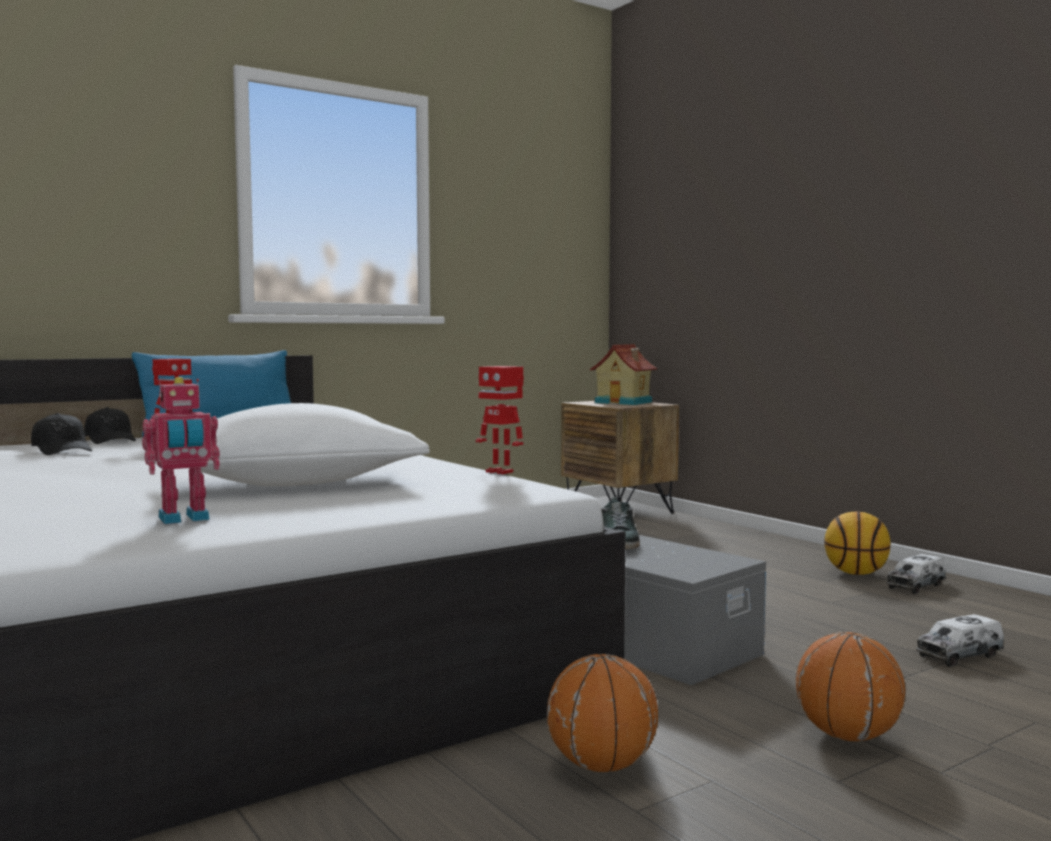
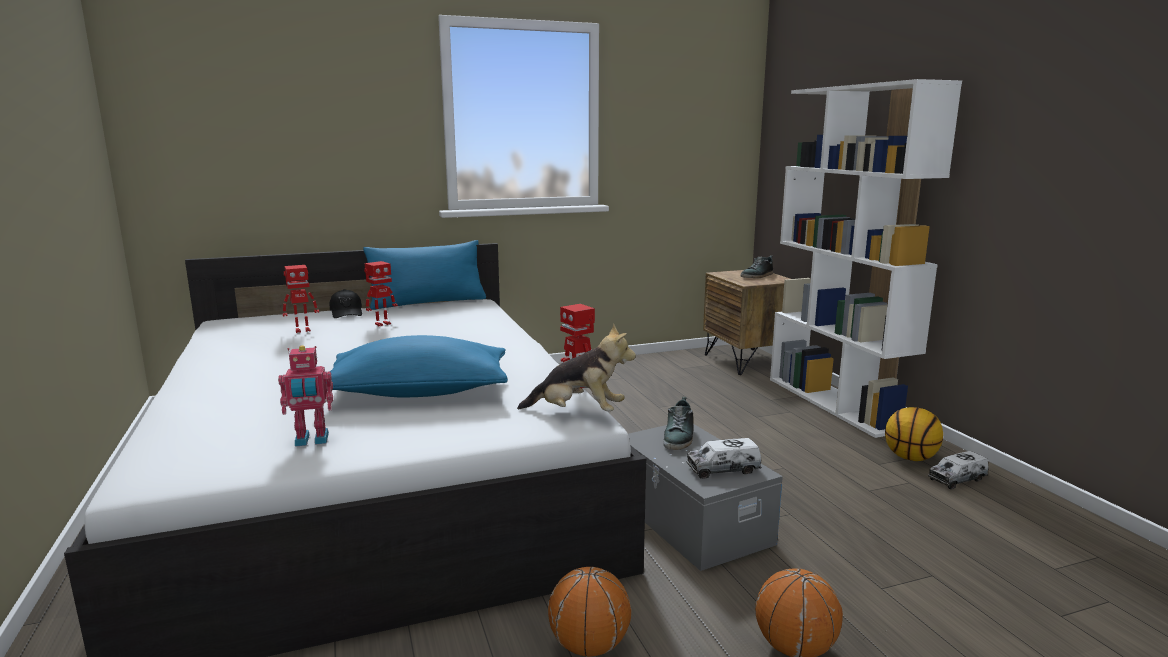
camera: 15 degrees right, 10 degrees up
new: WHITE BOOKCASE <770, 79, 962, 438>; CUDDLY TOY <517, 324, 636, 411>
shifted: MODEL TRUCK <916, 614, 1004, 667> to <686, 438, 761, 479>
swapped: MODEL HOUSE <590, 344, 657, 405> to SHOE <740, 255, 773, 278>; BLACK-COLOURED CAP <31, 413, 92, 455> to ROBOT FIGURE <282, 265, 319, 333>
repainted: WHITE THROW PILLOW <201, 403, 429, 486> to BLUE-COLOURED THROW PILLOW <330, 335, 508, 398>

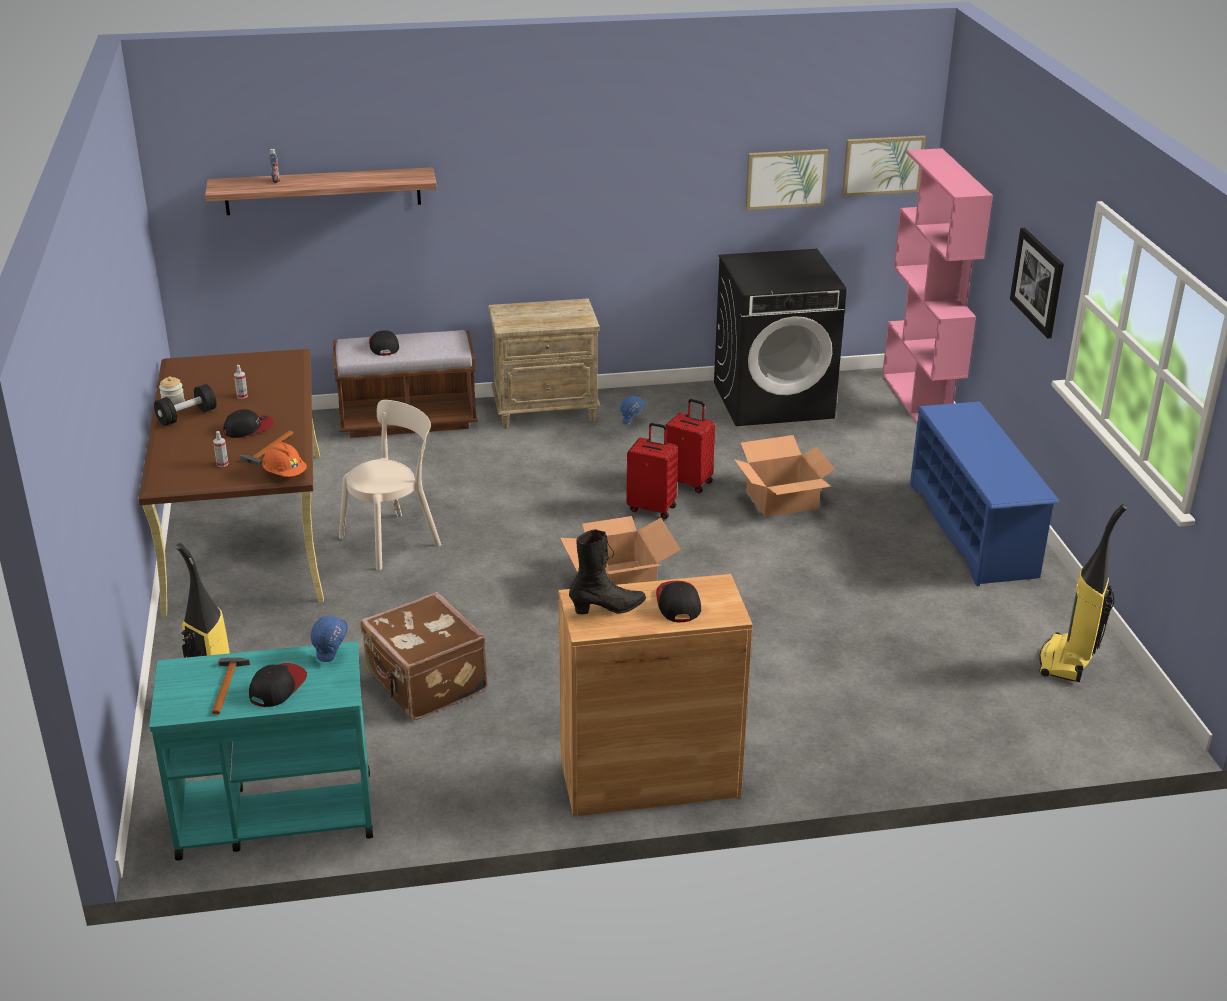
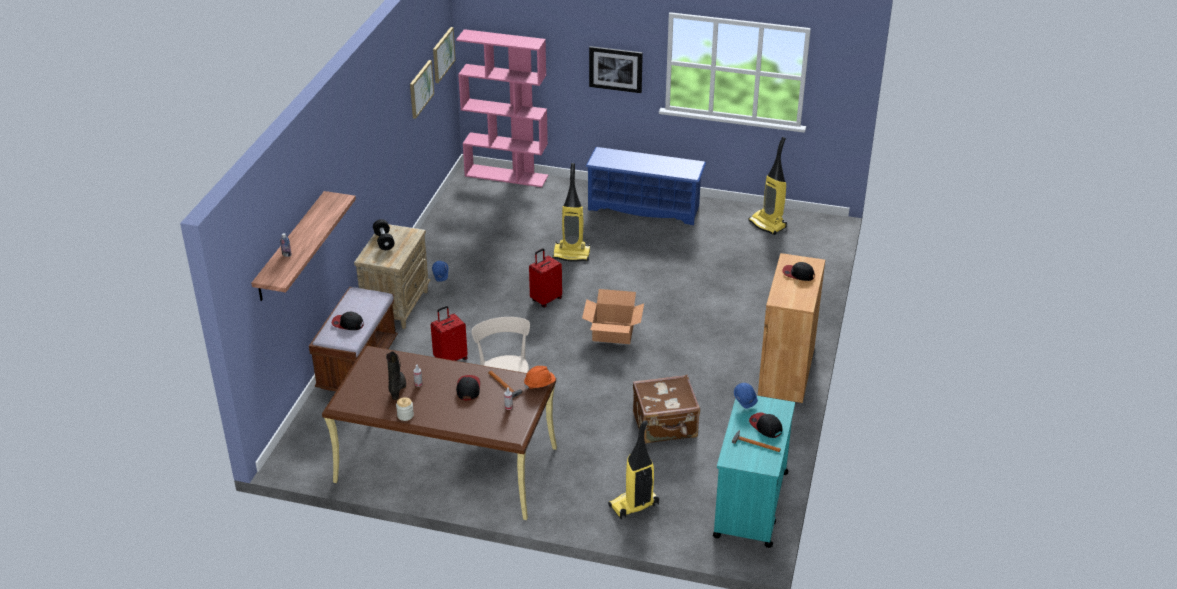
camera: 65 degrees left, 5 degrees up
gone: BLACK-COLOURED LAUNDRY MACHINE <714, 249, 847, 426>
shifted: BLACK-COLOURED HAND WEIGHT <154, 384, 216, 426> to <373, 219, 394, 250>; RED SUITCASE <665, 399, 715, 493> to <431, 306, 468, 361>; BLACK-COLOURED HIGH-TOP BOOT <569, 529, 646, 614> to <386, 351, 406, 400>
swapped: CARTON <734, 435, 836, 517> to VACUUM <552, 163, 590, 262>

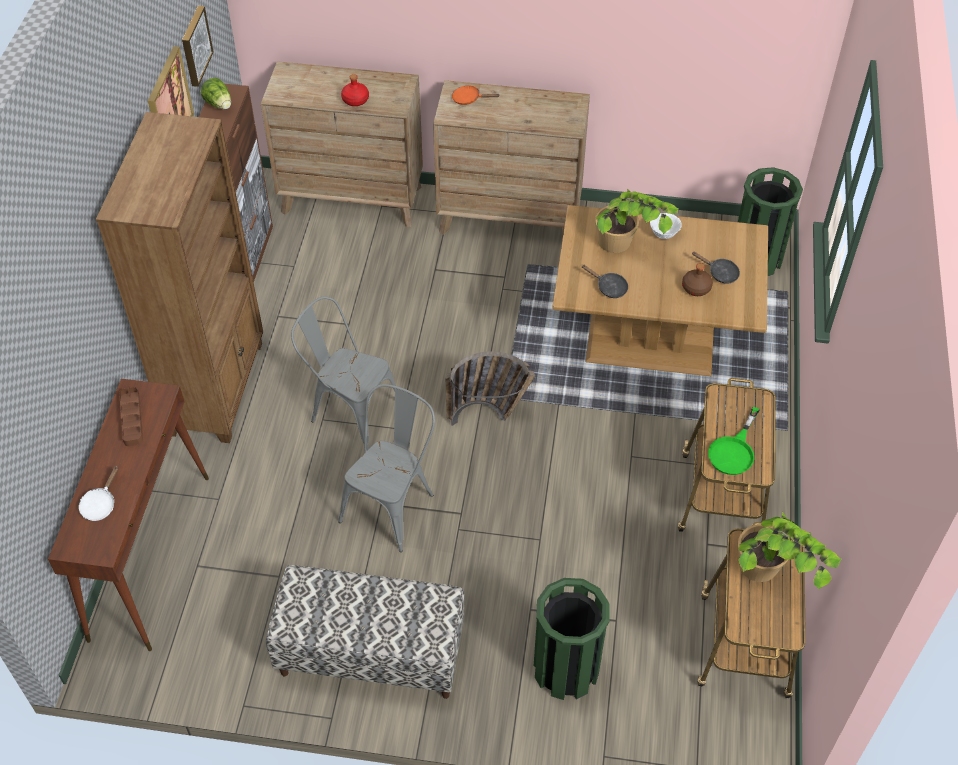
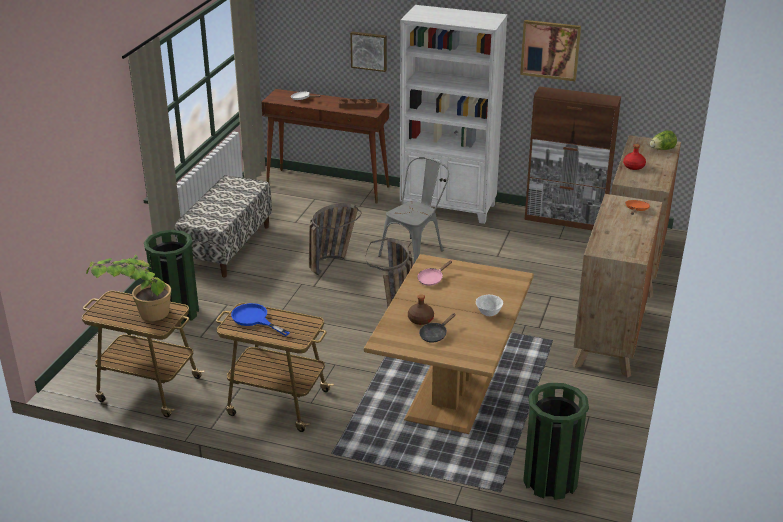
camera: 100 degrees right, 20 degrees down
gone: PLANT IN A POT <595, 188, 679, 253>
shifted: PICTURE <182, 6, 213, 87> to <350, 32, 387, 72>; HEAD OF LETTUCE <201, 78, 231, 110> to <650, 130, 677, 150>
swapped: GREY UPRIGHT CHAIR <338, 384, 435, 552> to BASKET <309, 203, 361, 275>
repainted: BROWN-COLOURED BOOKCASE <96, 112, 263, 443> to WHITE BOOKCASE <400, 5, 508, 224>; BLACK-COLOURED FRYING PAN <581, 265, 628, 298> to PINKISH FRYING PAN <417, 260, 452, 286>; GREENISH FRYING PAN <708, 407, 760, 475> to BLUE-COLOURED FRYING PAN <231, 303, 290, 336>

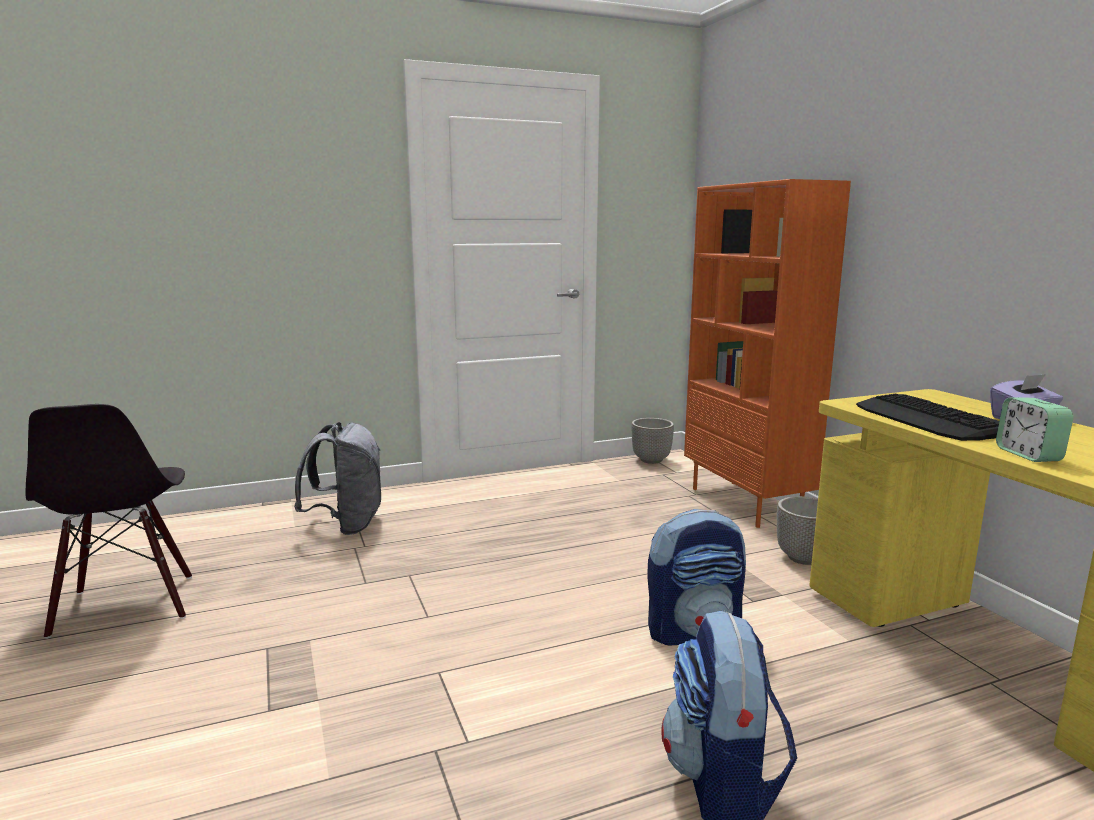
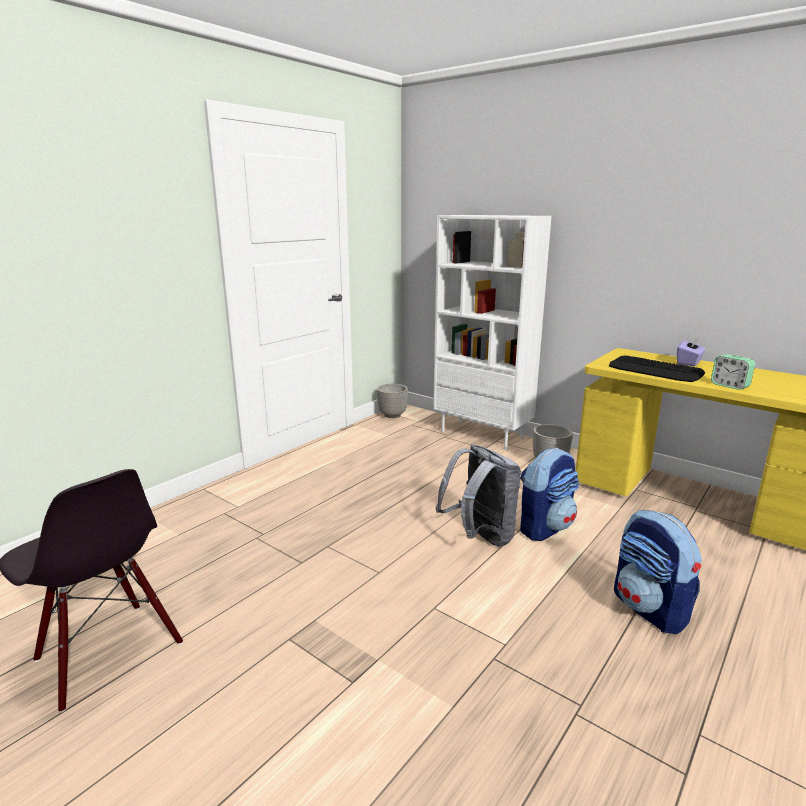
camera: 30 degrees left, 5 degrees up
shifted: GREY BACKPACK <294, 422, 381, 535> to <436, 444, 521, 547>
repainted: ORANGEY BOOKCASE <684, 179, 851, 528> to WHITE BOOKCASE <433, 215, 552, 450>

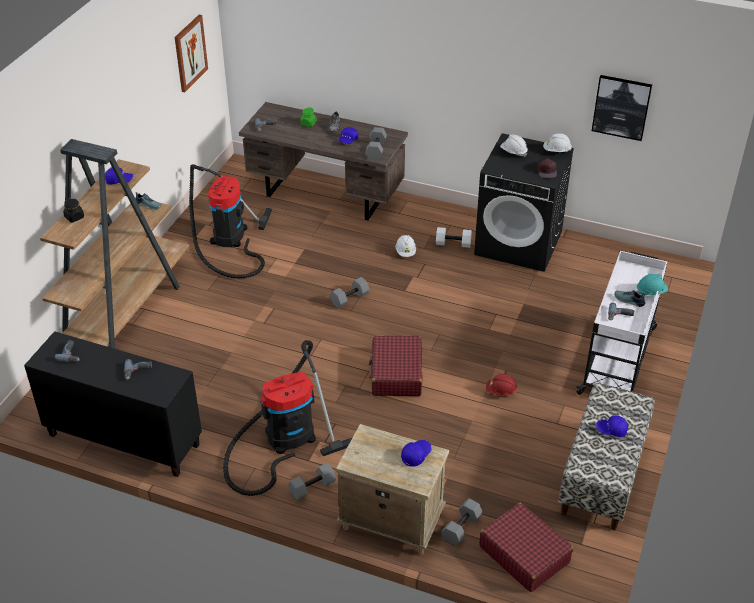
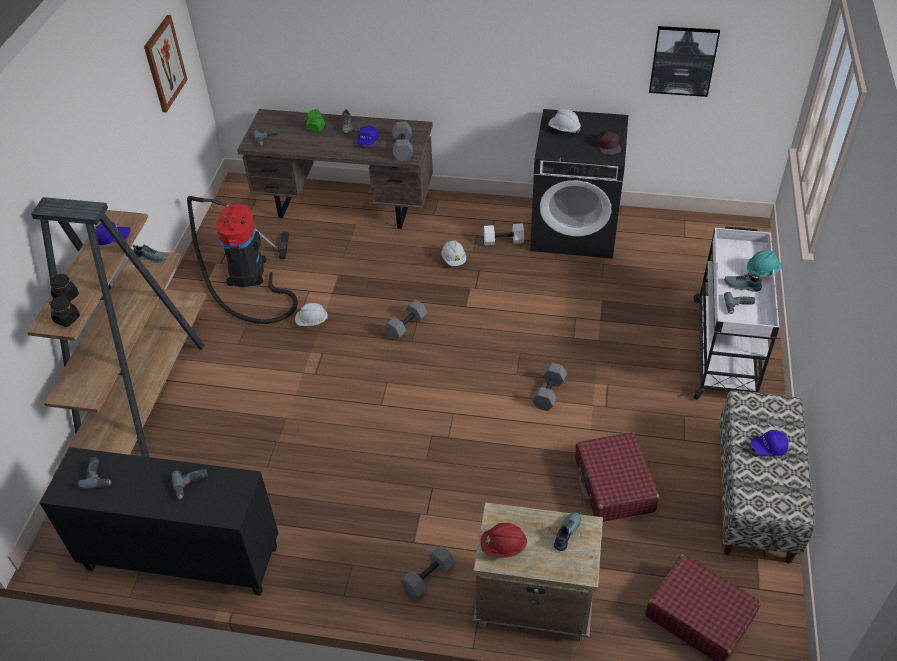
camera: 10 degrees left, 5 degrees up
gone: VACUUM <223, 340, 353, 496>
new: BLACK-COLOURED PRESERVE JAR <49, 296, 80, 327>
shifted: WHITE SAFETY HELMET <543, 133, 572, 152> to <295, 303, 328, 326>; RED SUITCASE <369, 336, 422, 396> to <575, 432, 659, 522>; RED SAFETY HELMET <486, 374, 517, 396> to <481, 523, 527, 557>; GREY HAND WEIGHT <441, 499, 483, 546> to <532, 363, 567, 411>
swapped: BLUE-COLOURED CAP <401, 440, 431, 467> to SHOE <554, 512, 581, 551>

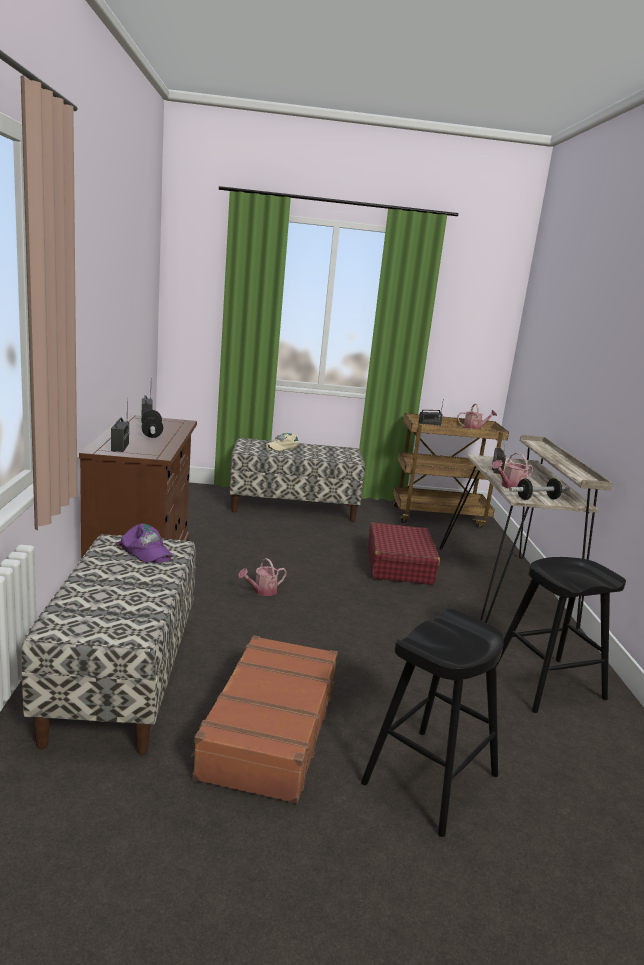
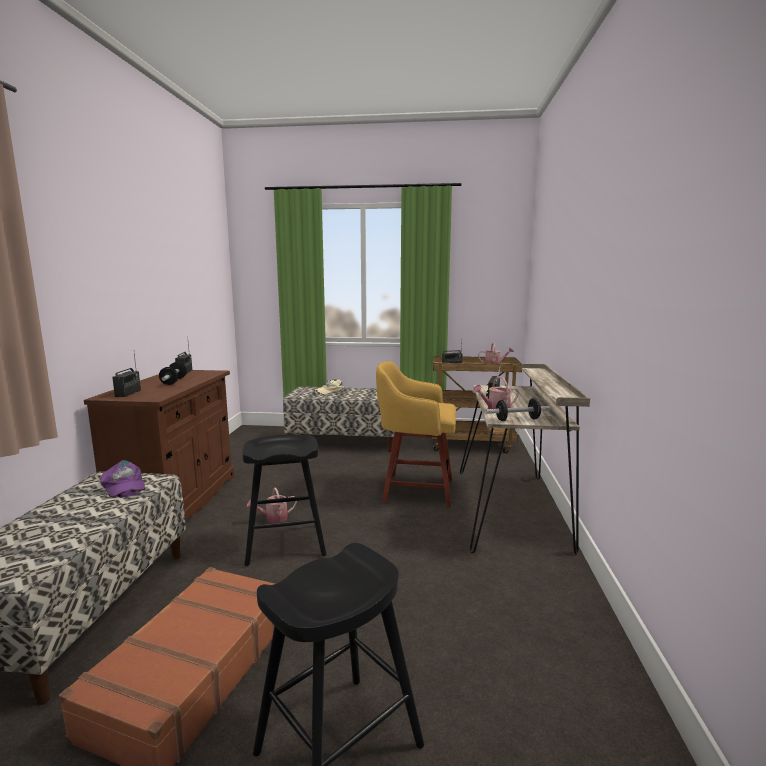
camera: 10 degrees right, 5 degrees down
shifted: BLACK-COLOURED STOOL SEAT <496, 557, 626, 713> to <242, 435, 327, 566>
swapped: RED SUITCASE <368, 523, 440, 585> to YELLOW-COLOURED STOOL SEAT <376, 361, 456, 508>

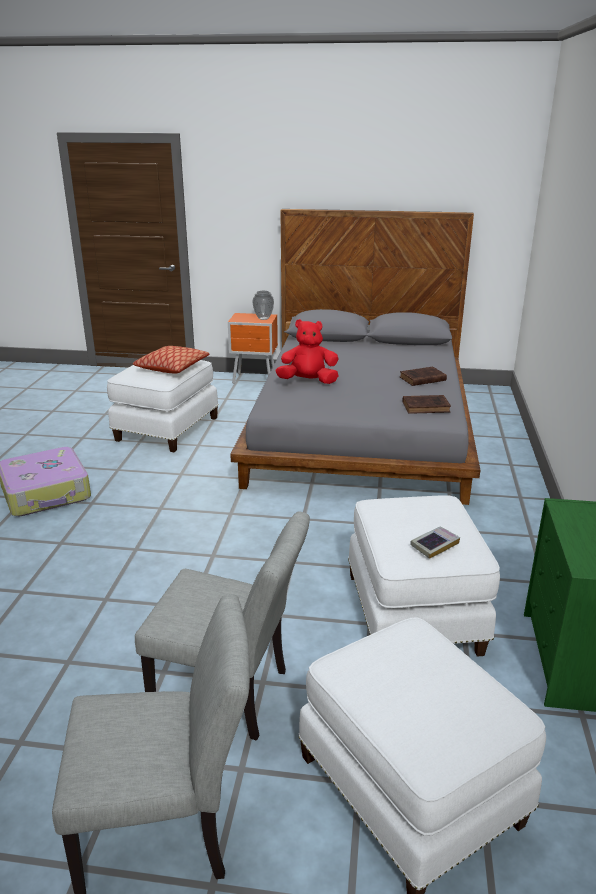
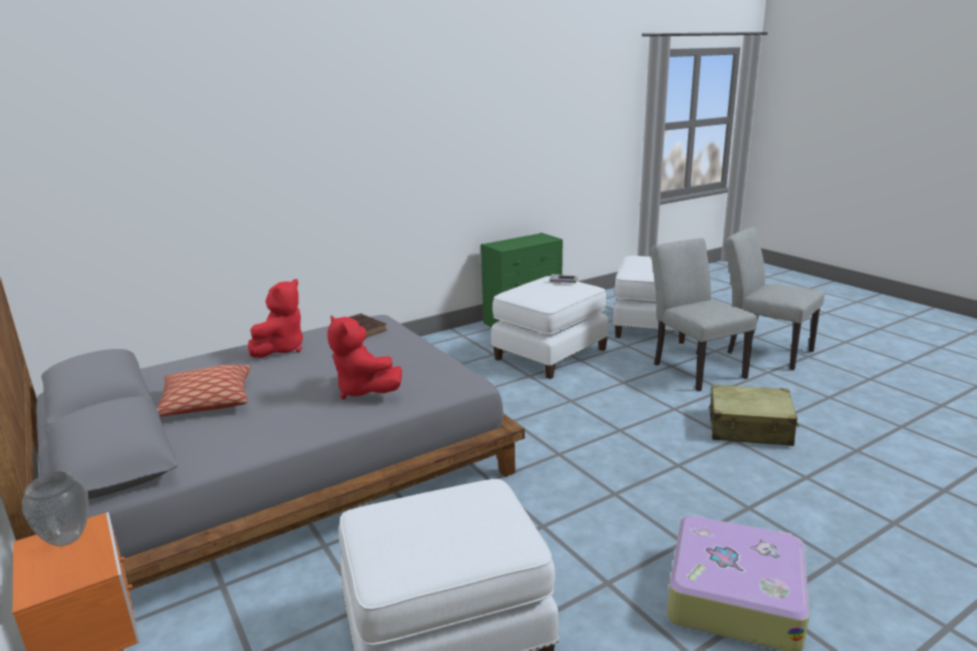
camera: 130 degrees left, 5 degrees down
new: BEIGE-COLOURED SUITCASE <710, 384, 799, 446>
shifted: THROW PILLOW <133, 346, 209, 373> to <157, 365, 251, 417>
swapped: BROWN-COLOURED VOLUME <400, 367, 447, 386> to RED CUDDLY TOY <248, 279, 303, 358>

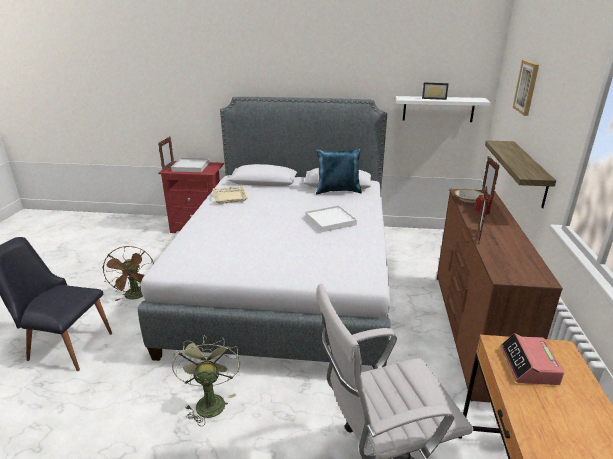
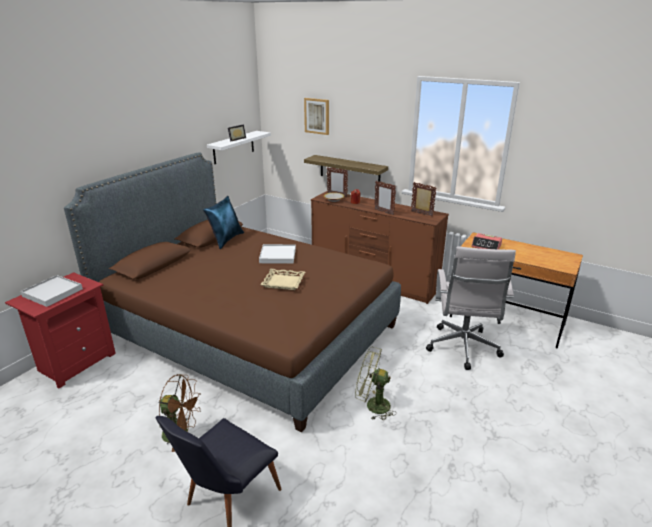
camera: 65 degrees left, 0 degrees up
shifted: PICTURE FRAME <158, 136, 174, 172> to <411, 182, 437, 216>; BEIGE-COLOURED SERVING TRAY <213, 186, 248, 204> to <260, 269, 305, 290>
repainted: GREY BEDROOM BED <138, 97, 390, 368> to BROWN-COLOURED BEDROOM BED <64, 152, 401, 432>

